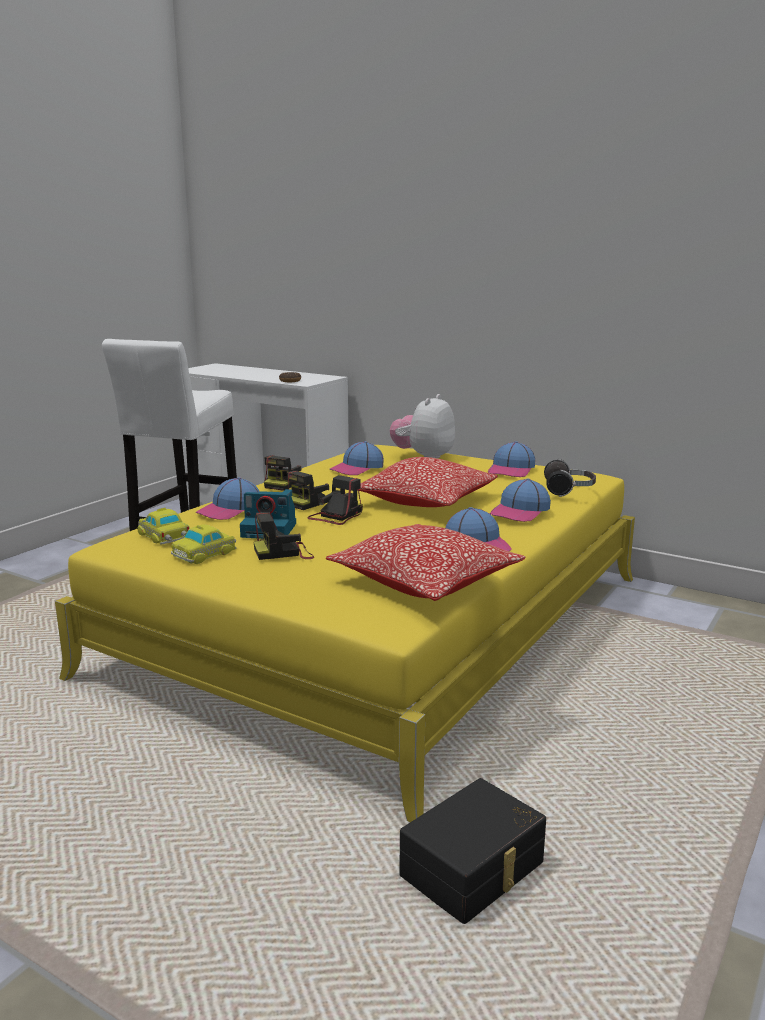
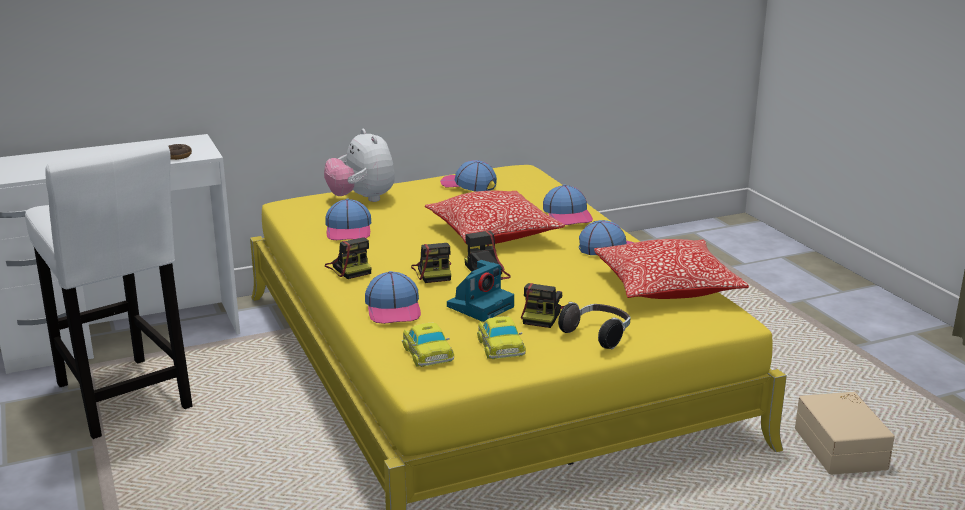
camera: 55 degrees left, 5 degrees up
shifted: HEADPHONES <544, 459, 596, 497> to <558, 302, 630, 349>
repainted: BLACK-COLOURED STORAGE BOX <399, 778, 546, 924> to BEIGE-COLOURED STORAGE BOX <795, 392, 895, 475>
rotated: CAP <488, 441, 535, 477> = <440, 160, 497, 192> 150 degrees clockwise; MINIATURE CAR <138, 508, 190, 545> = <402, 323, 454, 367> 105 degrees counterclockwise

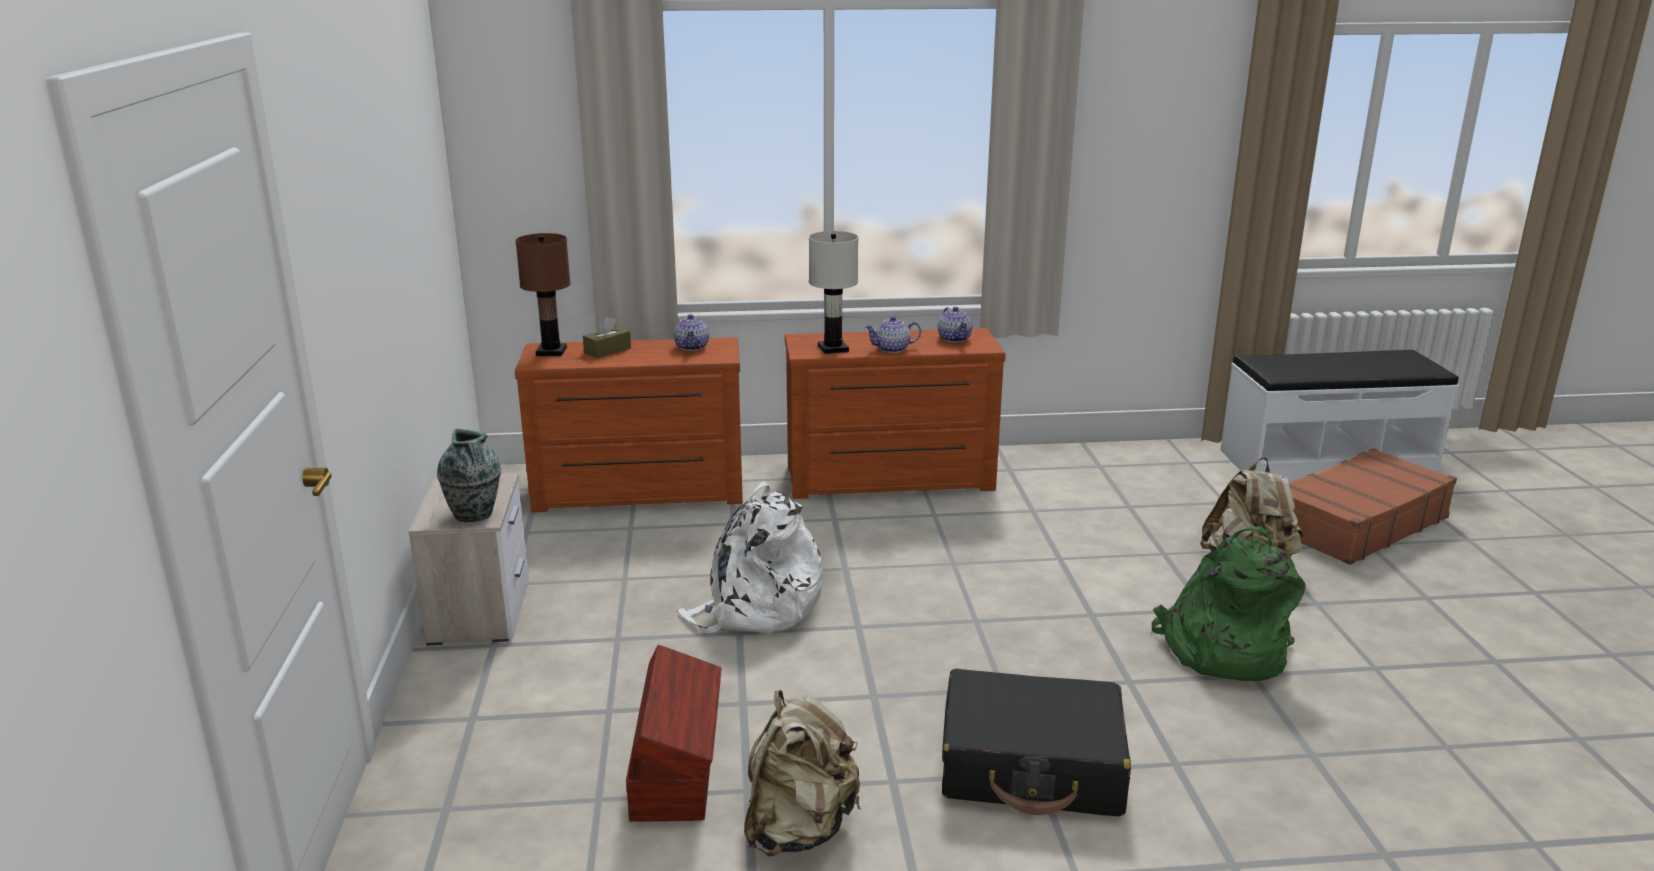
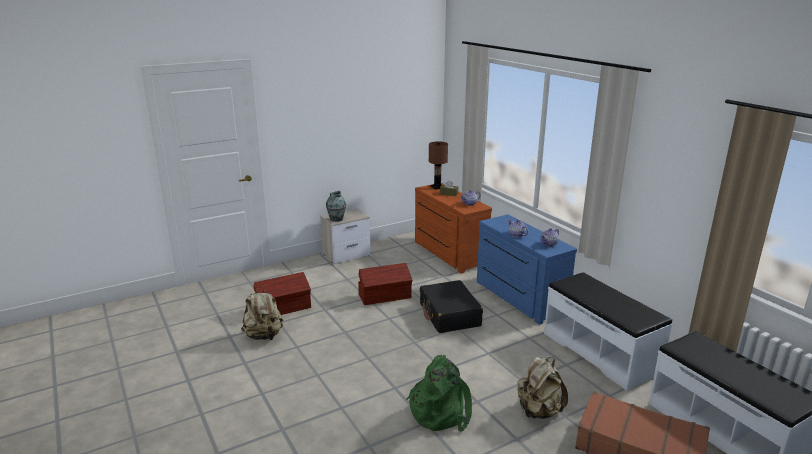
camera: 65 degrees right, 0 degrees up
gone: WHITE TABLE LAMP <809, 231, 858, 354>
new: WHITE BENCH <544, 272, 672, 391>
shifted: BLACK-COLOURED SUITCASE <942, 669, 1131, 816> to <420, 280, 483, 333>
swapped: WHITE BACKPACK <677, 482, 823, 634> to BROWN-COLOURED STORAGE BOX <358, 263, 412, 305>
repainted: BROWN-COLOURED CHEST OF DRAWERS <785, 328, 1006, 499> to BLUE-COLOURED CHEST OF DRAWERS <477, 214, 577, 325>

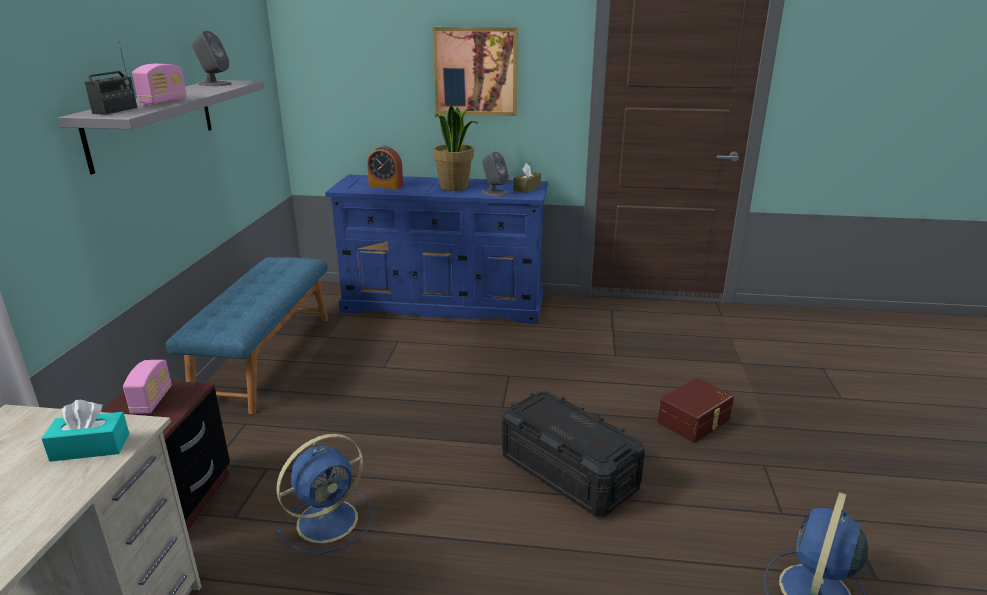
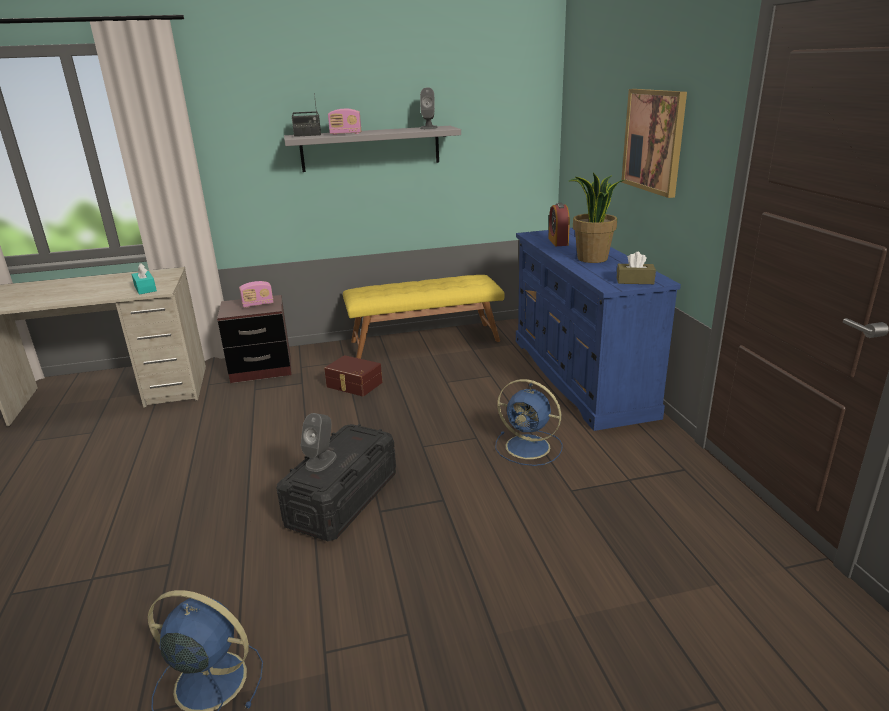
camera: 70 degrees right, 0 degrees up
shifted: GREY SPEAKER <482, 151, 509, 197> to <301, 413, 337, 472>; BROWN-COLOURED STORAGE BOX <658, 378, 734, 443> to <324, 355, 382, 396>; BLUE-COLOURED ELECTRIC FAN <276, 434, 373, 554> to <495, 379, 563, 466>
repainted: BLUE-COLOURED BENCH <166, 257, 328, 414> to YELLOW-COLOURED BENCH <343, 275, 505, 359>

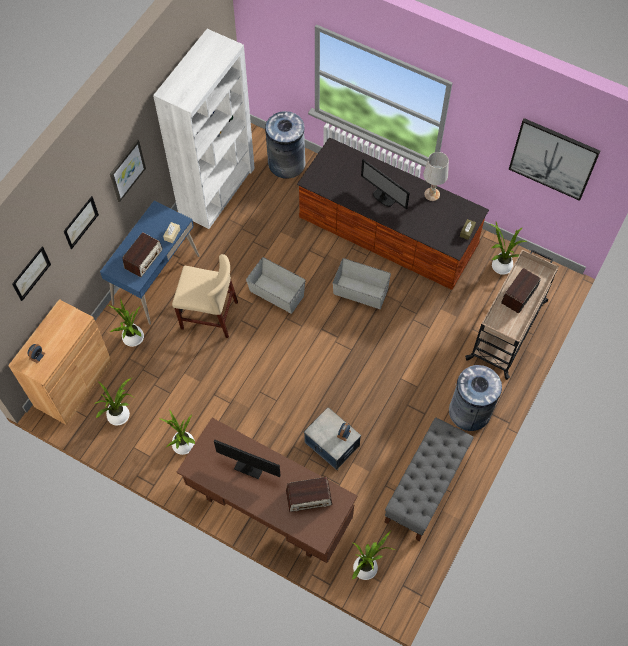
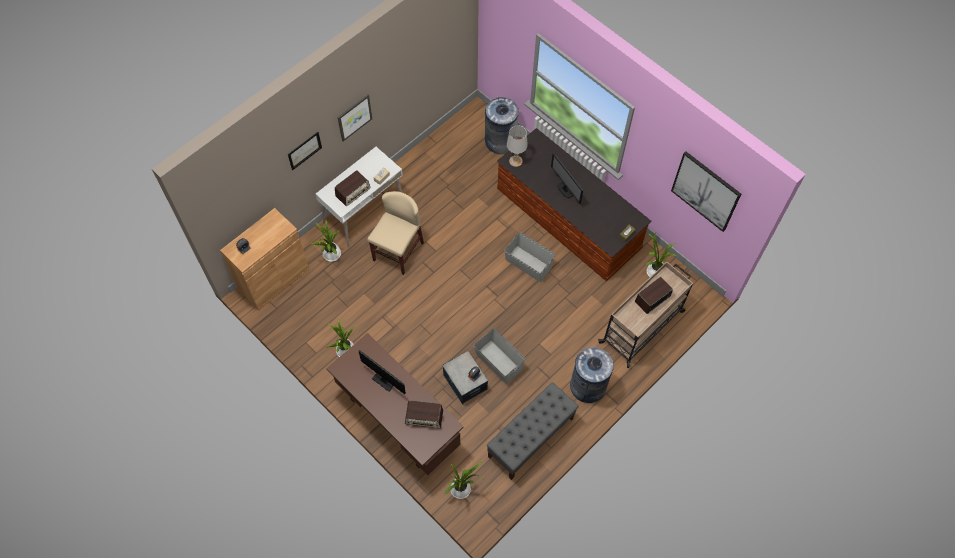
camera: 15 degrees right, 0 degrees up
gone: WHITE BOOKCASE <153, 29, 255, 229>; PICTURE <12, 246, 51, 301>; PLANT IN A POT <94, 378, 133, 426>
shifted: WHITE TABLE LAMP <423, 152, 449, 201> to <507, 125, 528, 167>; GREY STORAGE BOX <246, 257, 306, 314> to <474, 328, 525, 384>
repainted: BLUE-COLOURED DESK TABLE <100, 201, 200, 325> to WHITE DESK TABLE <316, 147, 403, 247>
rotated: BEIGE-COLOURED UPRIGHT CHAIR <172, 254, 238, 338> = <367, 191, 424, 275> 90 degrees counterclockwise

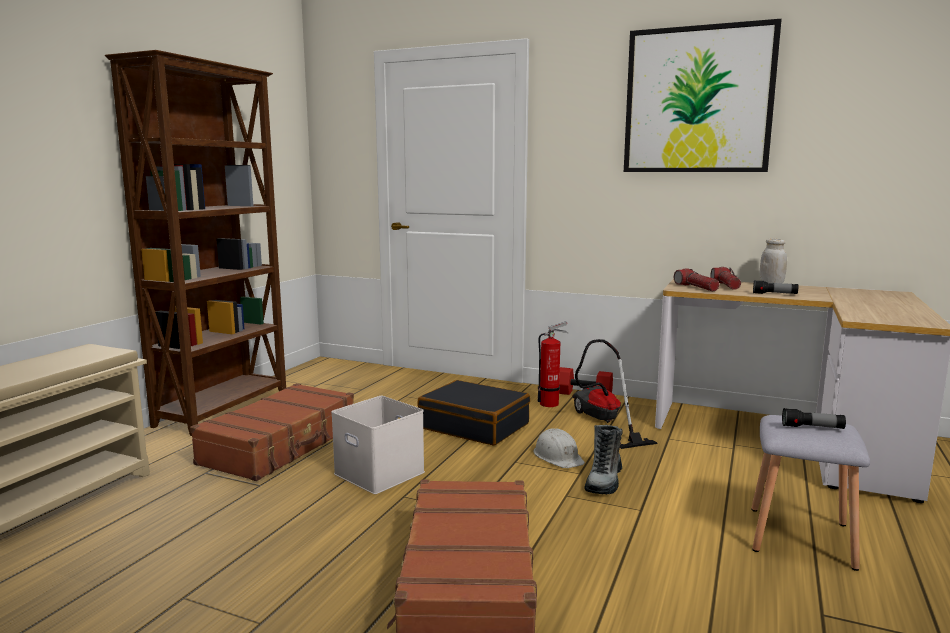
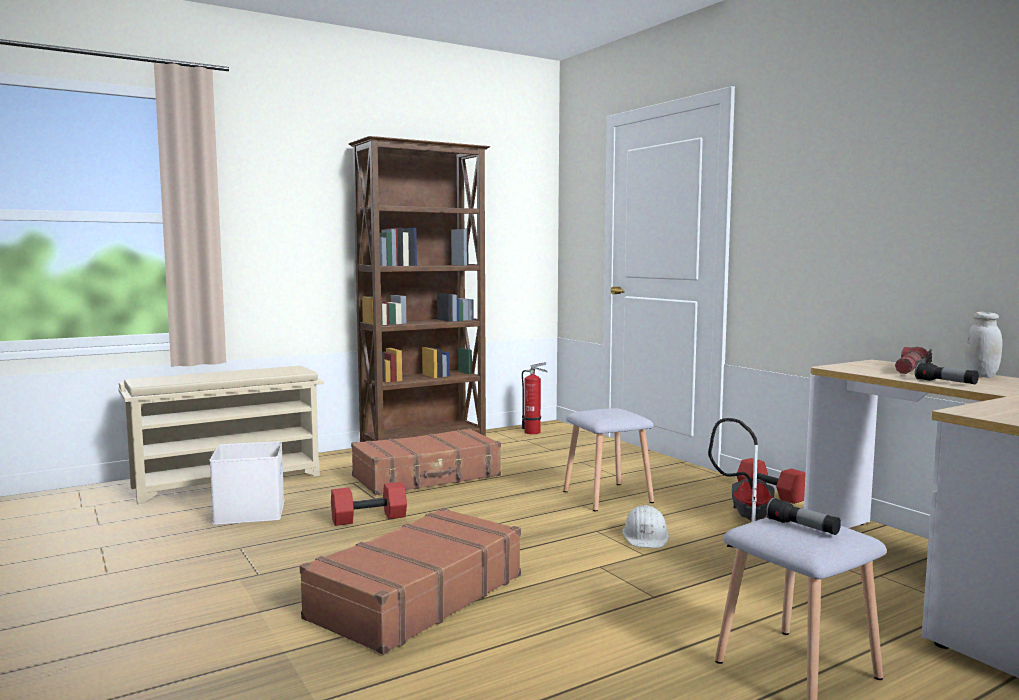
camera: 35 degrees right, 5 degrees down
gone: PICTURE <624, 19, 782, 172>; TORCH <674, 268, 720, 291>; HIGH-TOP BOOT <585, 425, 622, 495>
new: RED HAND WEIGHT <331, 482, 407, 526>
shifted: EXTINGUISHER <538, 321, 568, 407> to <522, 362, 548, 434>; WHITE STORAGE BOX <331, 396, 425, 494> to <209, 441, 284, 525>
swapped: BLACK-COLOURED SUITCASE <417, 380, 530, 445> to GREY STOOL SEAT <563, 408, 654, 511>

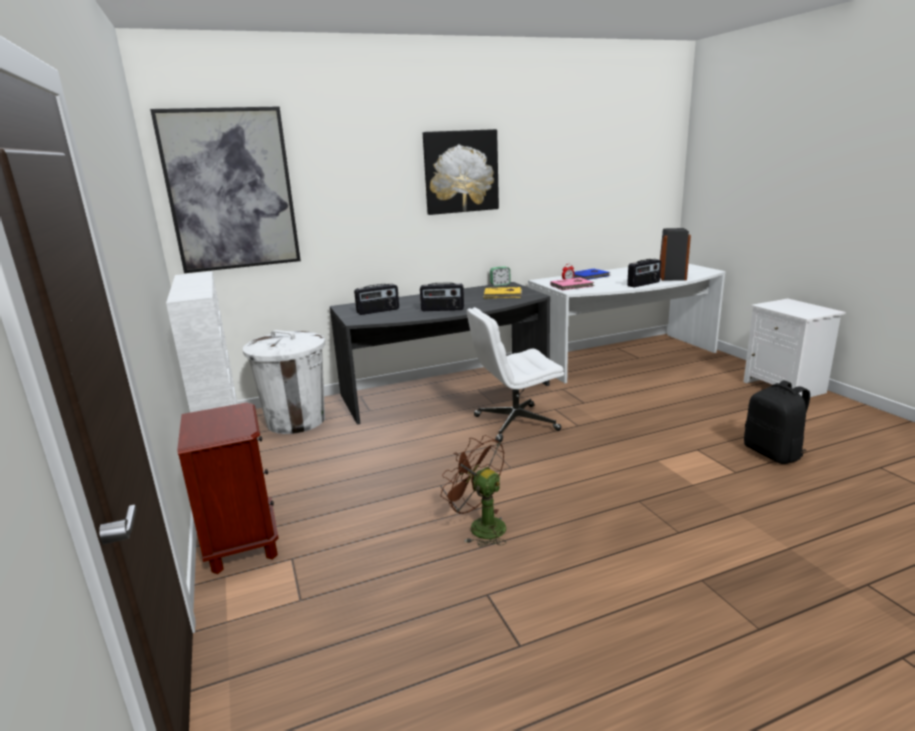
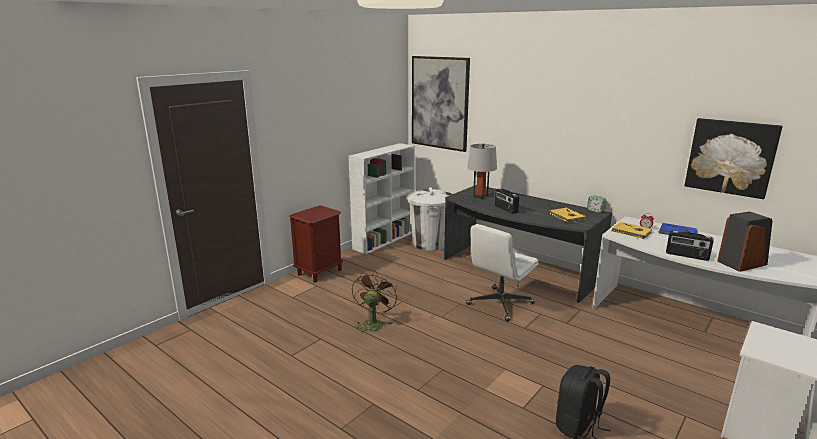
camera: 60 degrees right, 0 degrees up
shifted: PICTURE <423, 129, 499, 215> to <684, 118, 783, 199>
swapped: RADIO RECEIVER <354, 284, 399, 315> to GREY TABLE LAMP <467, 143, 497, 199>
repainted: PINKISH VOLUME <550, 278, 594, 290> to YELLOW-COLOURED VOLUME <612, 222, 652, 239>
rotated: WHITE COMPUTER CHAIR <467, 307, 564, 442> = <466, 224, 539, 322> 90 degrees counterclockwise

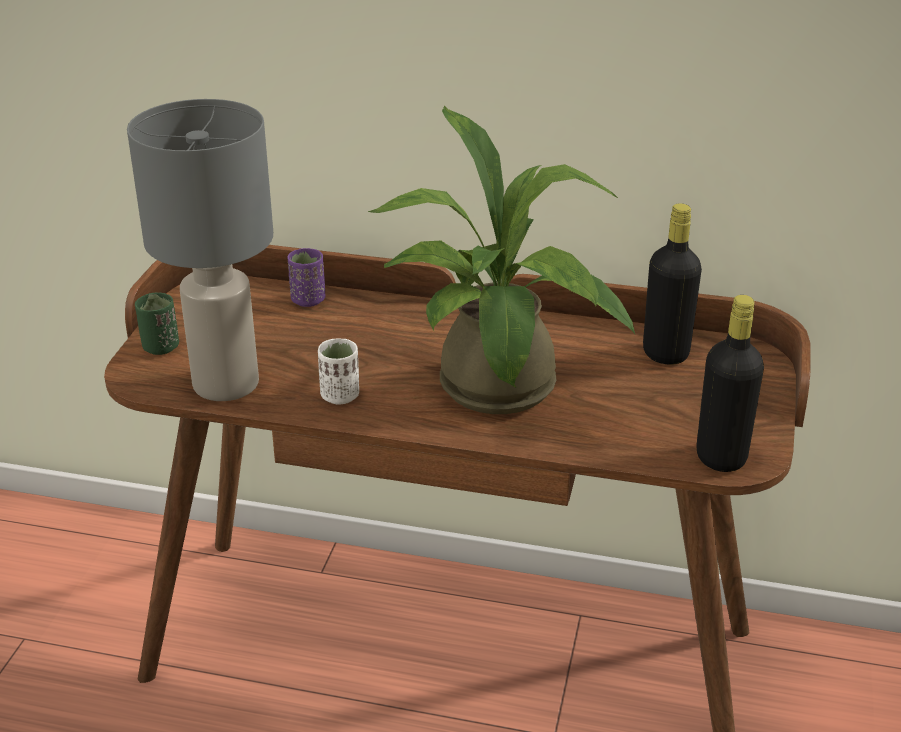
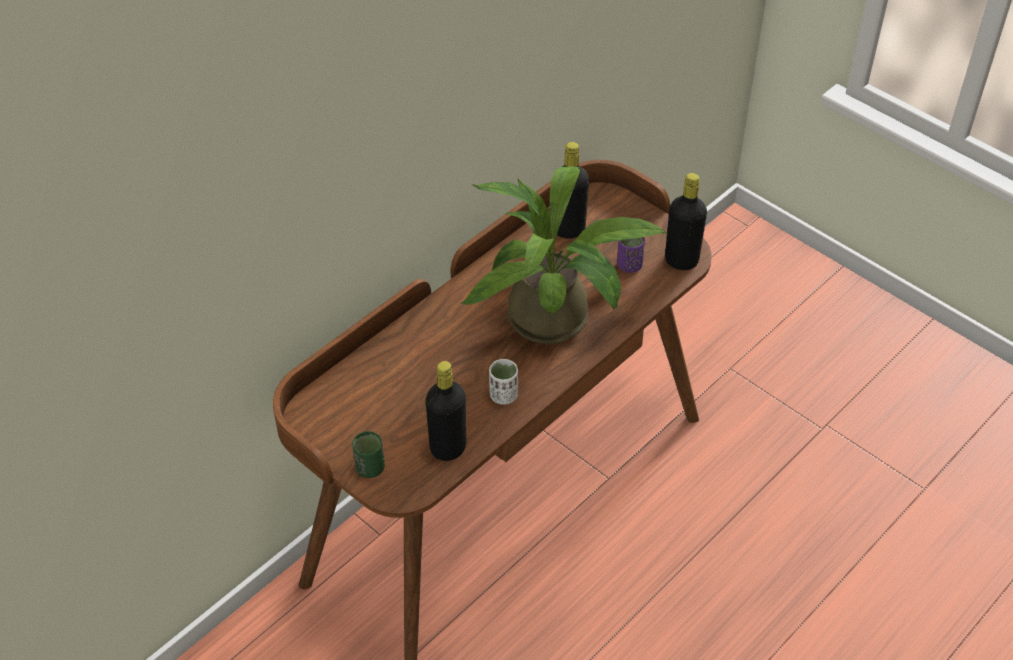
camera: 60 degrees left, 15 degrees up
shifted: PURPLE-COLOURED SMALL CUP <288, 248, 325, 307> to <617, 237, 645, 273>
swapped: GREY TABLE LAMP <127, 99, 273, 401> to BLACK-COLOURED DRINK BOTTLE <426, 361, 466, 461>

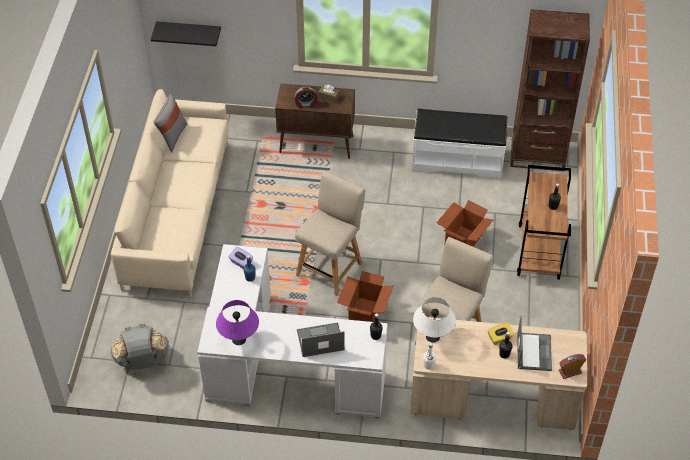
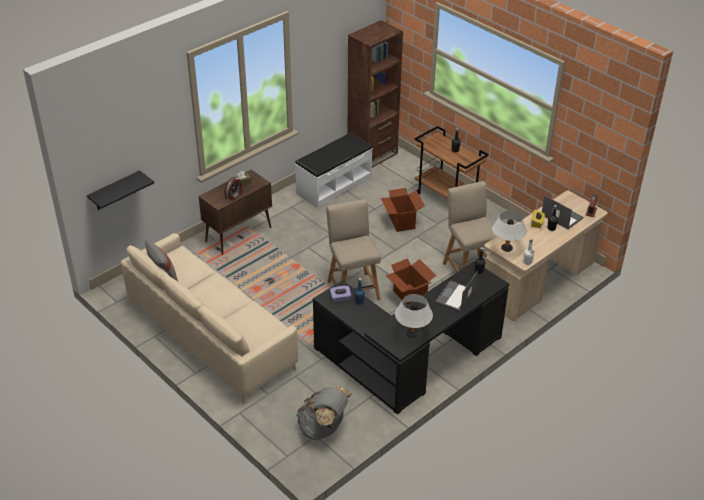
camera: 50 degrees left, 10 degrees down
repainted: WHITE DESK TABLE <197, 244, 388, 418> to BLACK-COLOURED DESK TABLE <313, 261, 509, 415>; PURPLE-COLOURED TABLE LAMP <216, 300, 259, 345> to WHITE TABLE LAMP <395, 294, 433, 338>

